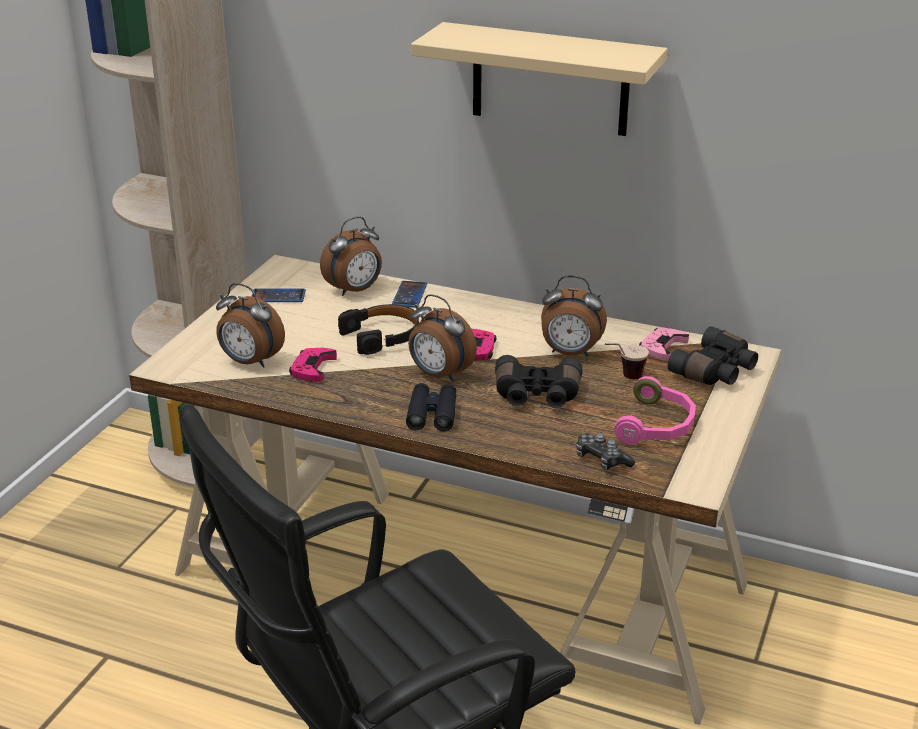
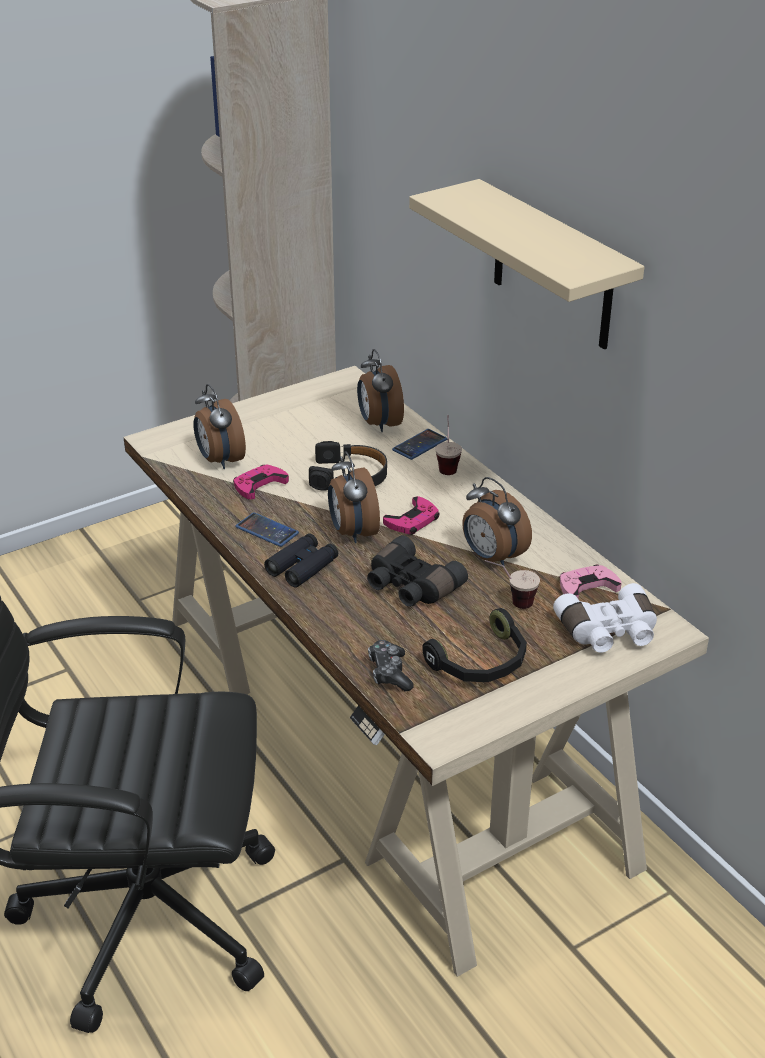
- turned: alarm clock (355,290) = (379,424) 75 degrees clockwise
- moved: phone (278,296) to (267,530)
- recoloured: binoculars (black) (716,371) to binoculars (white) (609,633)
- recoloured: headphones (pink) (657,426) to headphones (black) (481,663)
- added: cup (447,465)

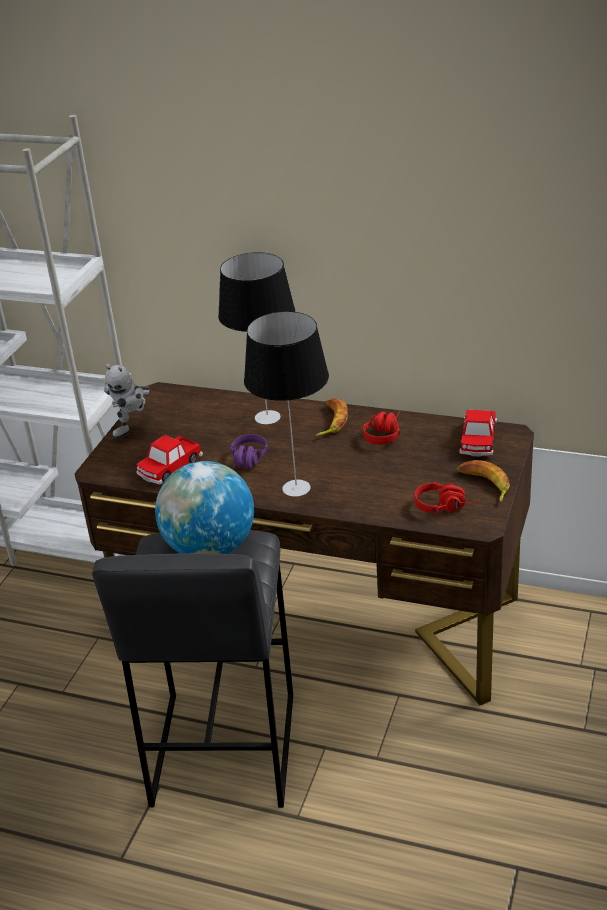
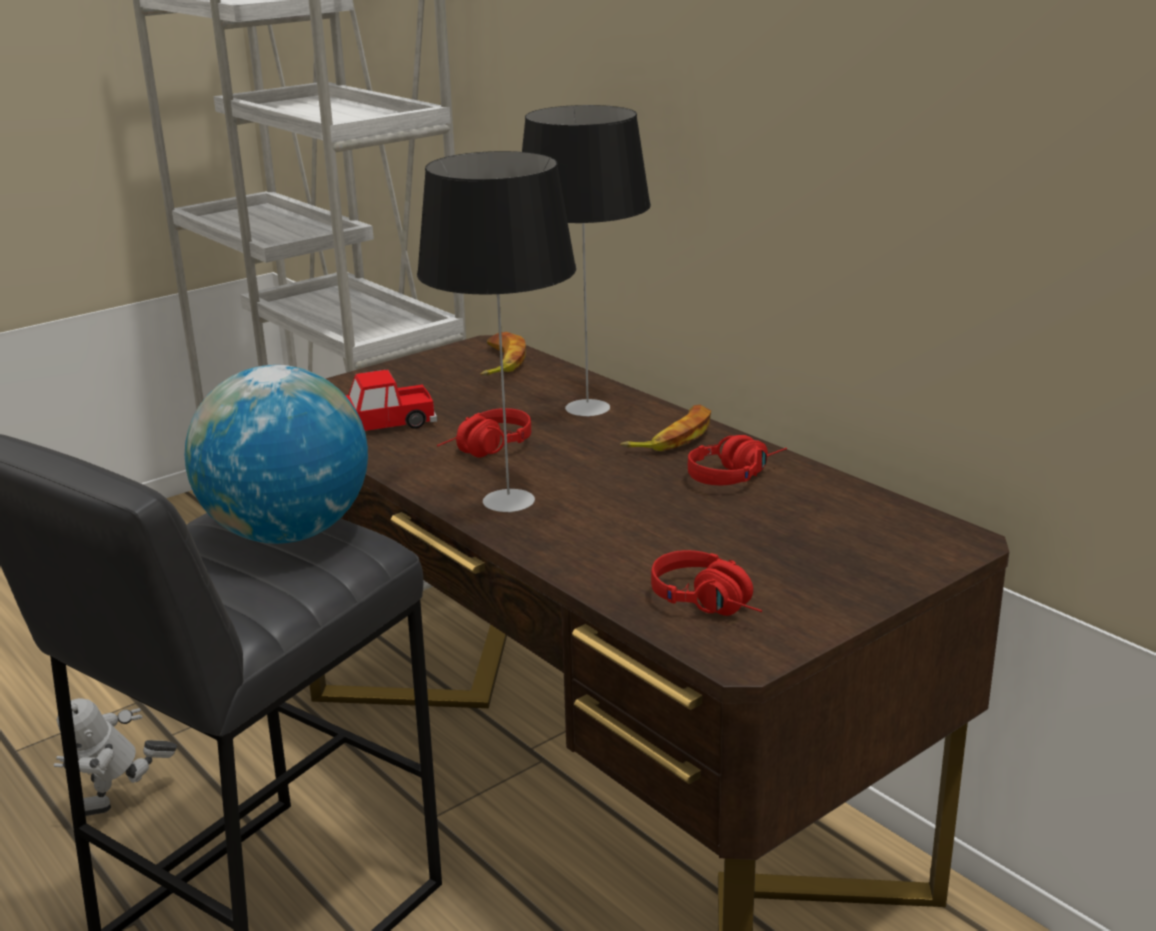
- moved: toy robot (134,428) to (122,807)
- removed: toy car (478,440)
- recoloured: headphones (purple) (247,462) to headphones (red) (486,449)
- moved: banana (484,484) to (499,362)

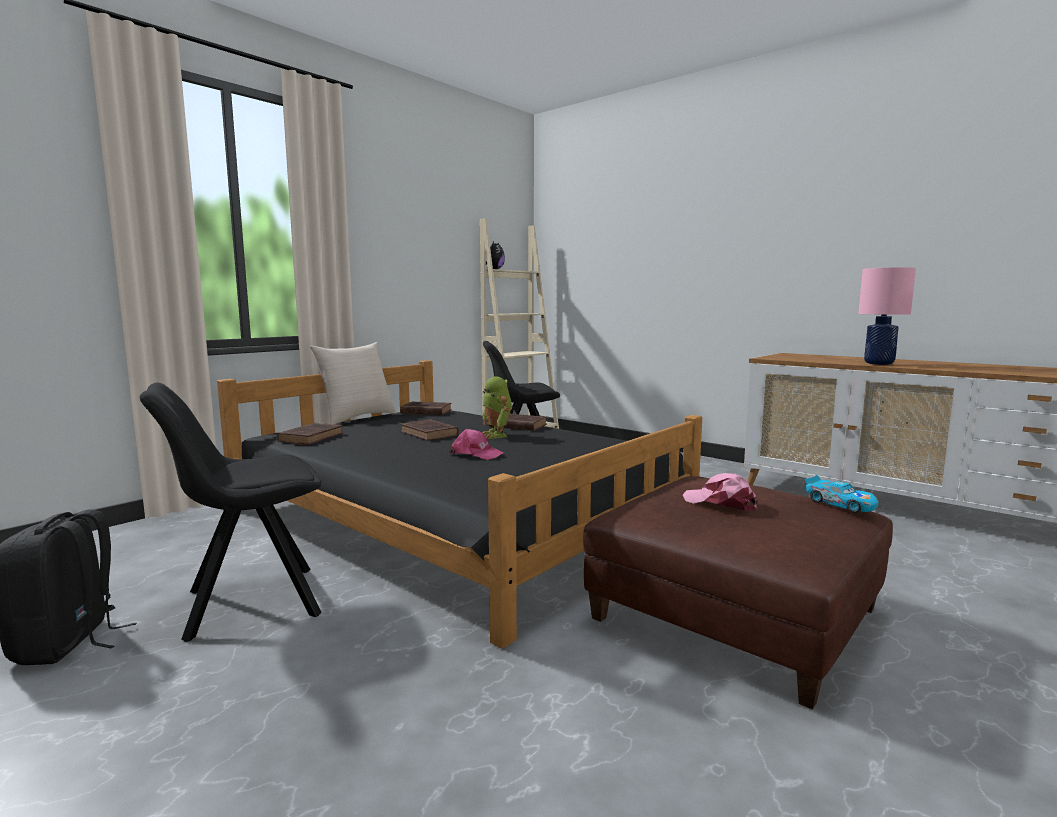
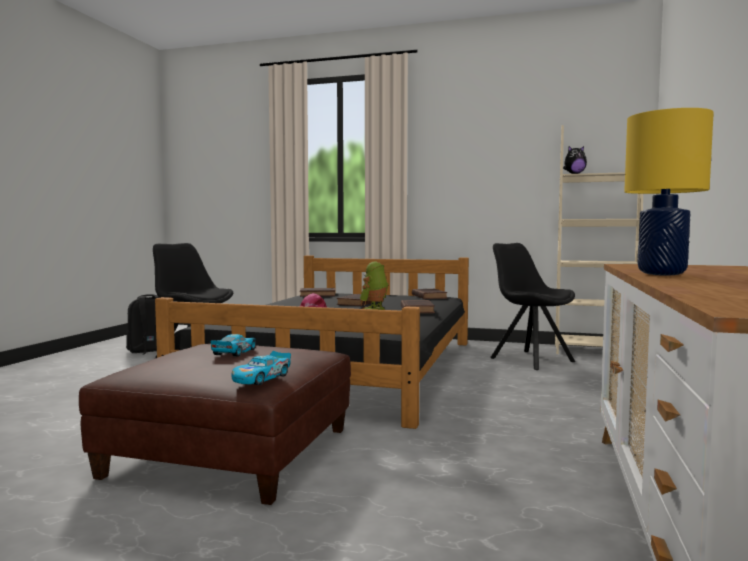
- recoloured: table lamp (pink) (879,364) to table lamp (yellow) (661,275)
- removed: pillow (beige) (357,417)
- replaced: cap (pink) (720,503) to toy car (234,352)

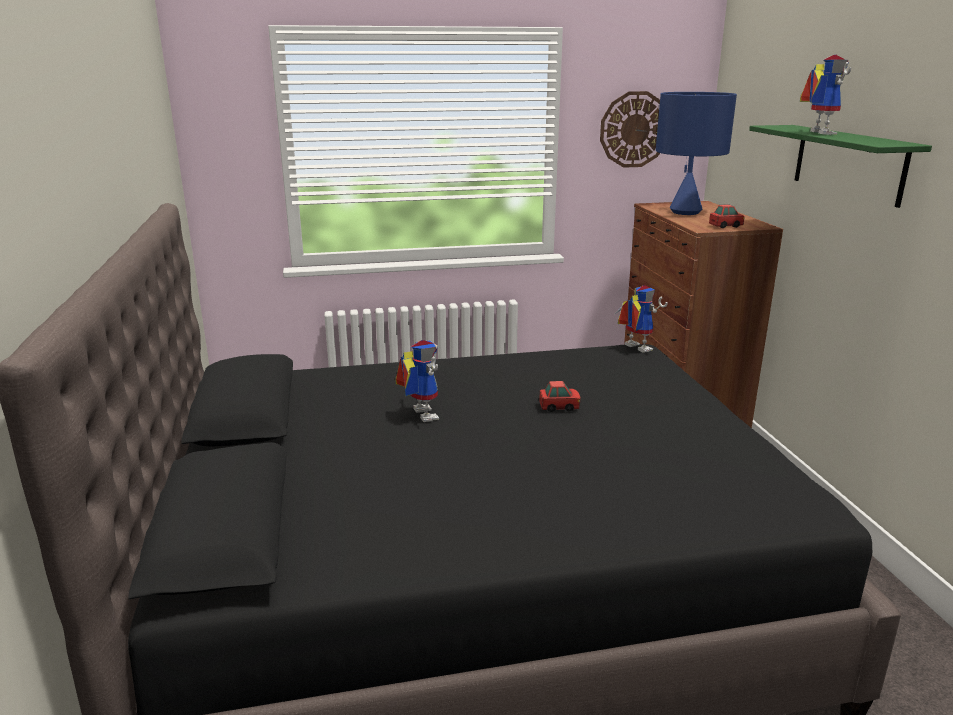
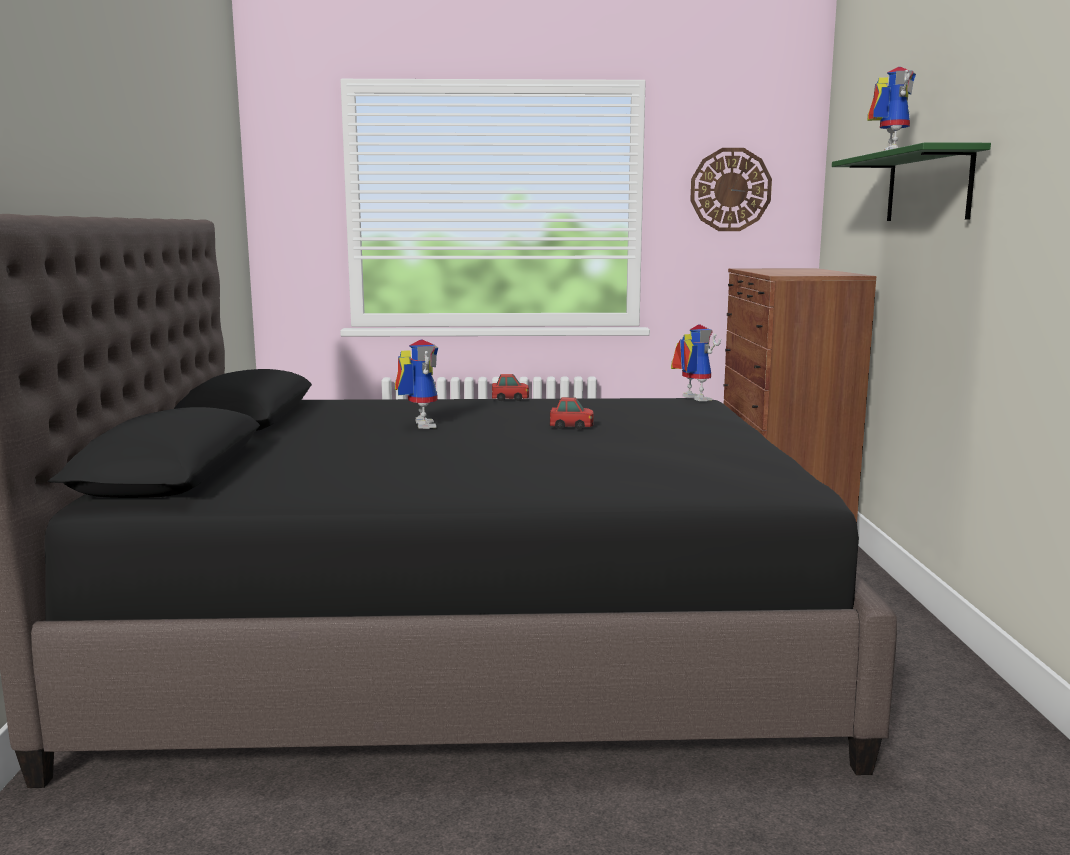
- removed: table lamp (blue) (685,212)
- moved: toy car (726,226) to (510,399)

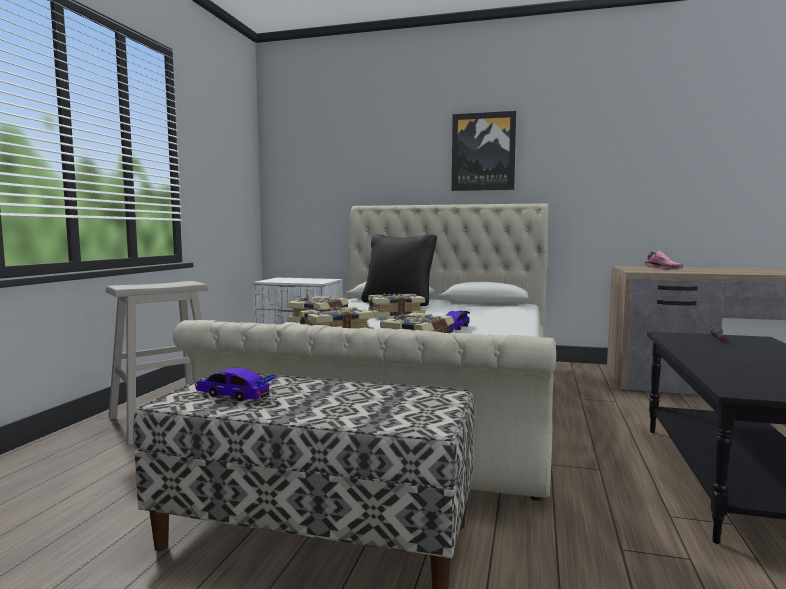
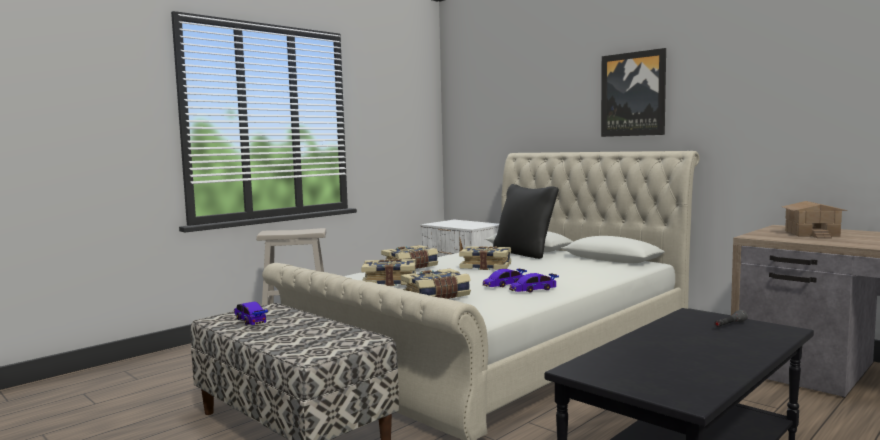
- replaced: shoe (pink) (663,268) to toy house (813,233)
- added: toy car (533,289)

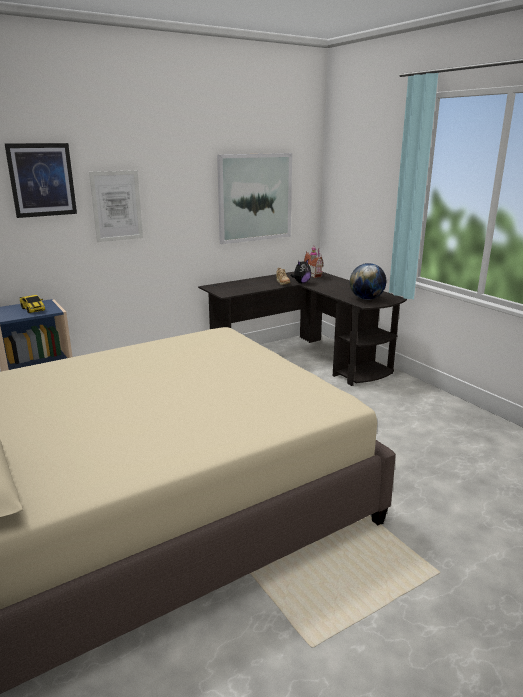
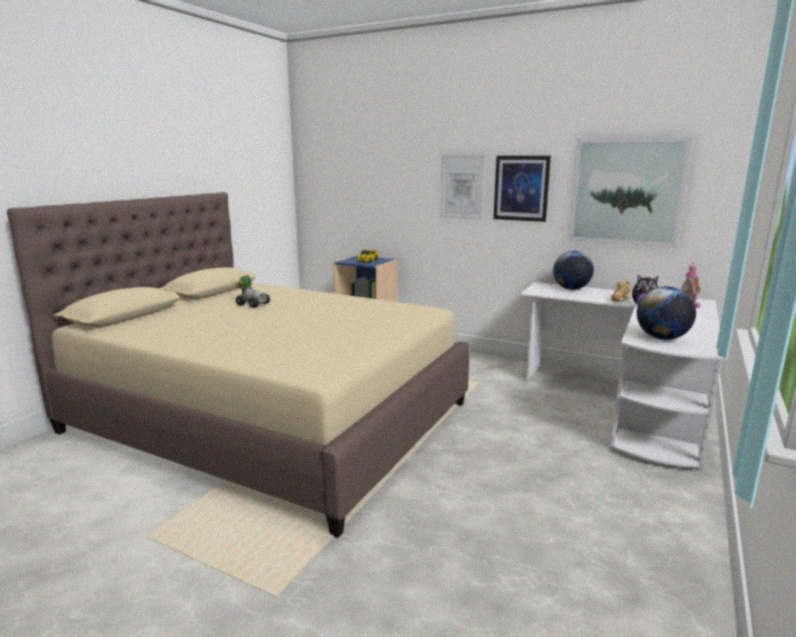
- moved: picture (42,180) to (521,188)
- recoloured: desk (black) (303,358) to desk (white) (625,404)
- added: globe (571,289)
- added: toy car (252,304)

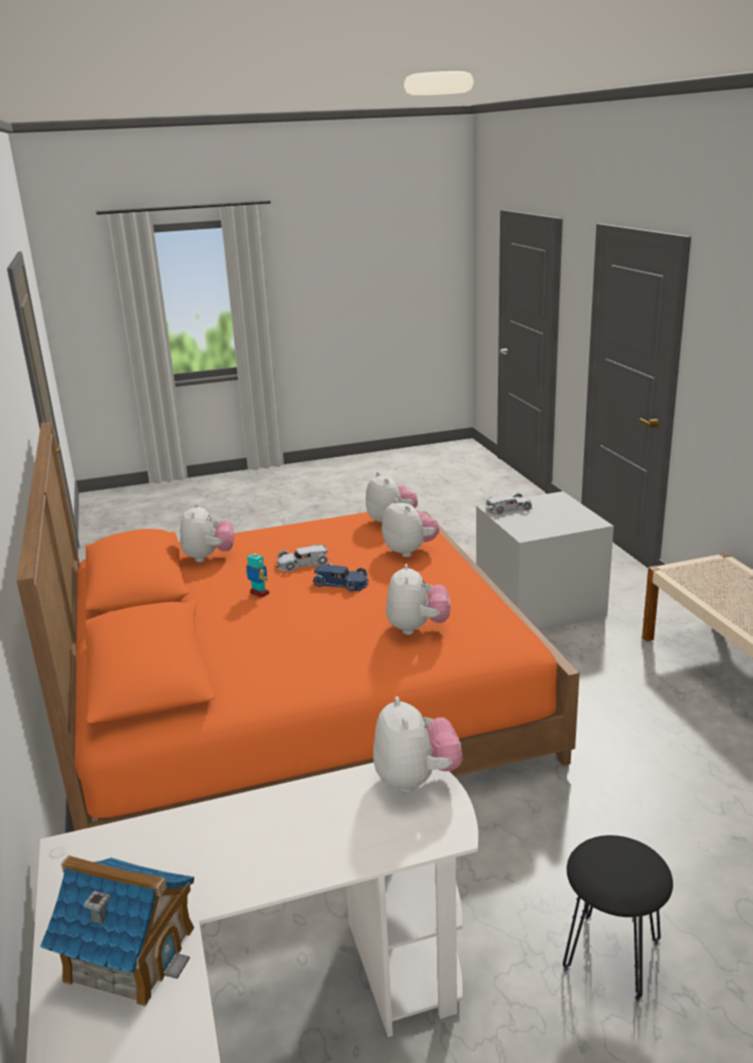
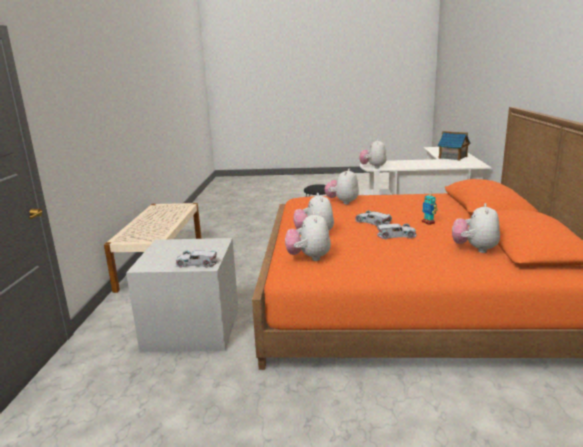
- recoloured: toy car (blue) (341,583) to toy car (white) (373,222)

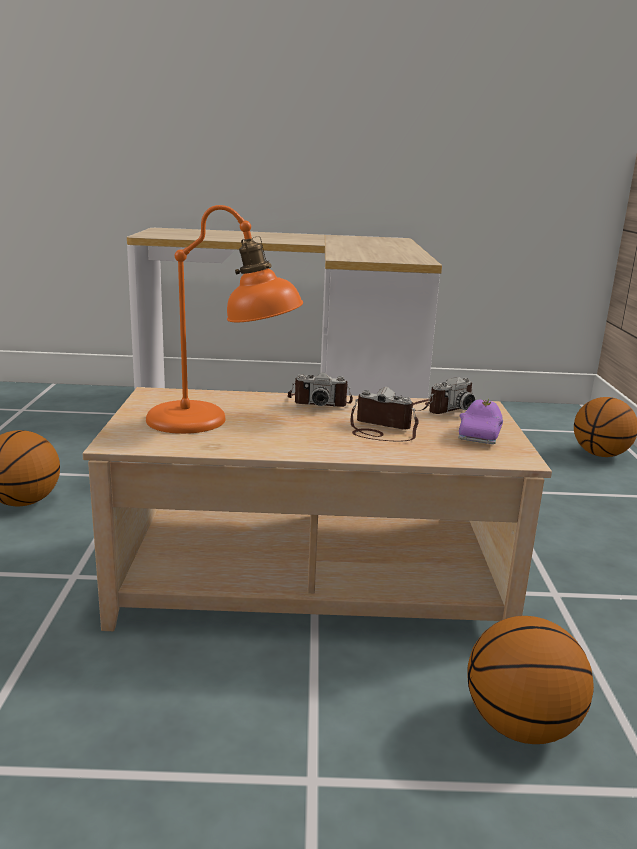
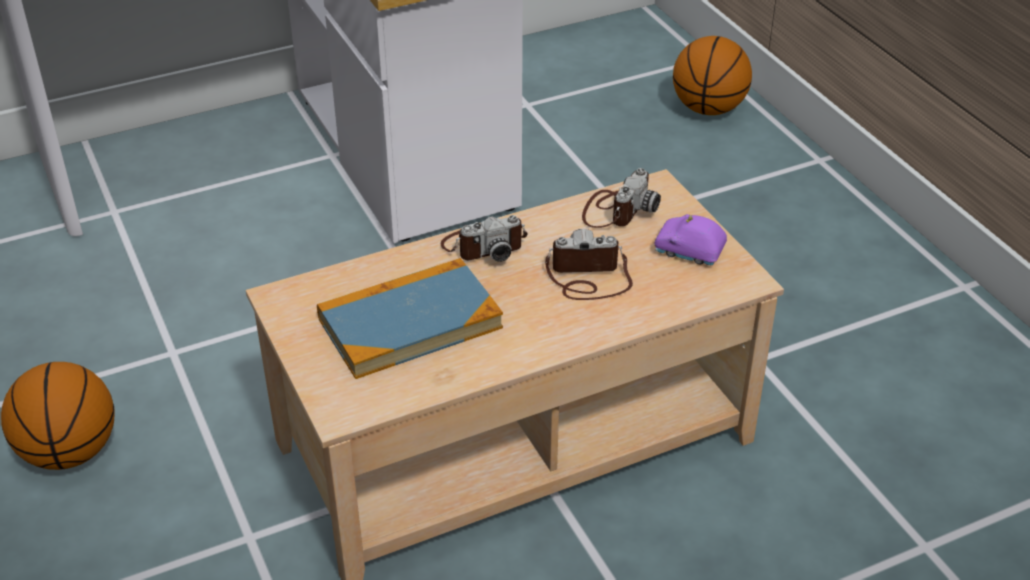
- replaced: table lamp (orange) (221,420) to book (410,323)
- turned: toy car (purple) (480,436) = (689,252) 120 degrees clockwise
- removed: basketball (521,726)

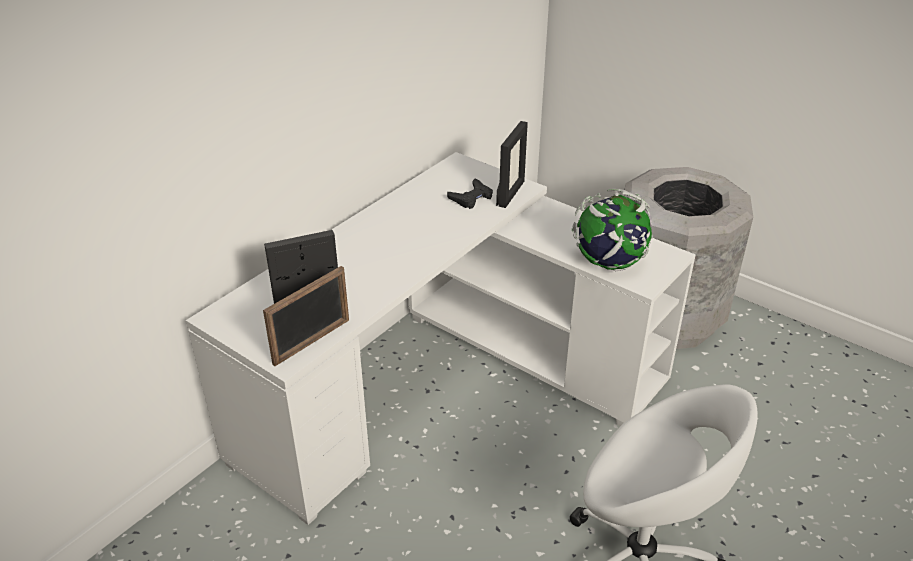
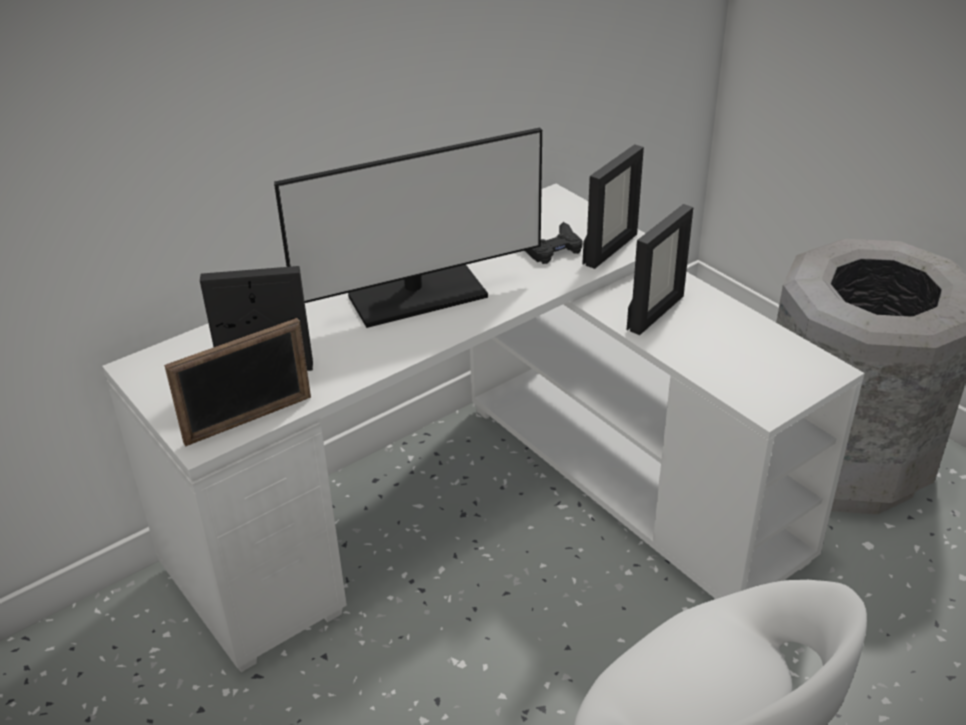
- removed: globe (608,263)
- added: monitor (418,297)
- added: picture frame (655,312)

